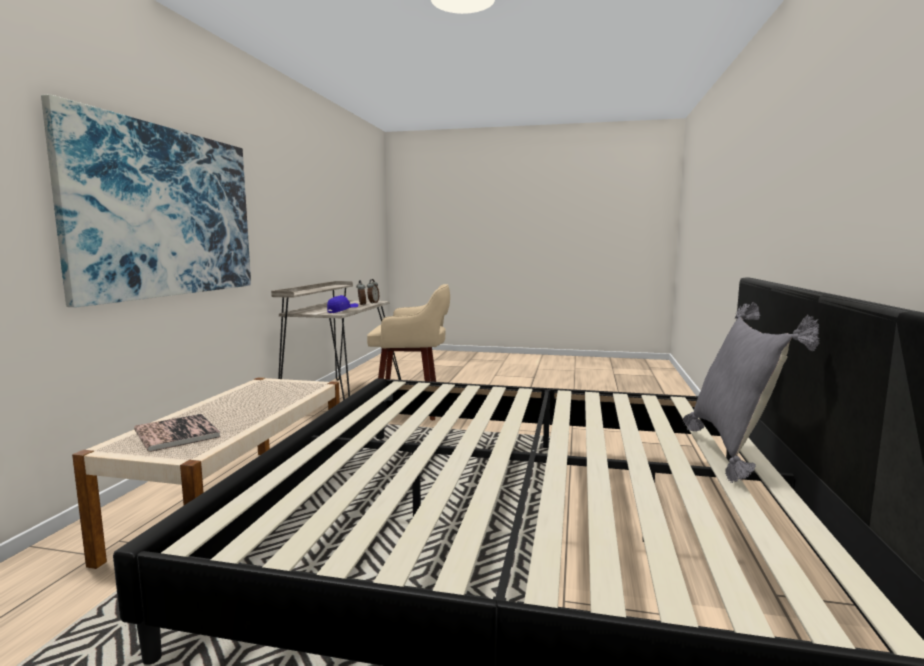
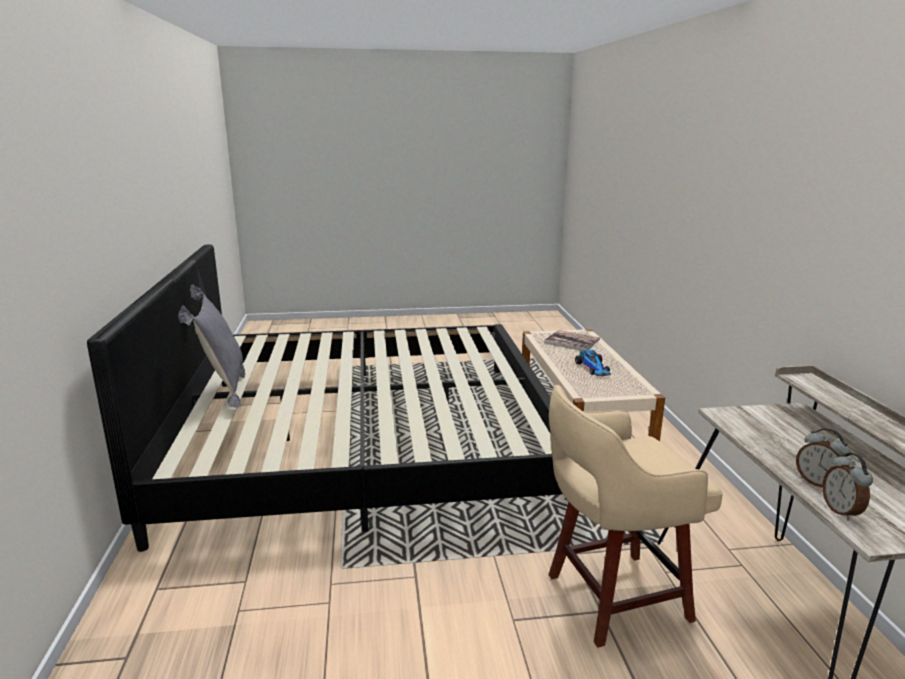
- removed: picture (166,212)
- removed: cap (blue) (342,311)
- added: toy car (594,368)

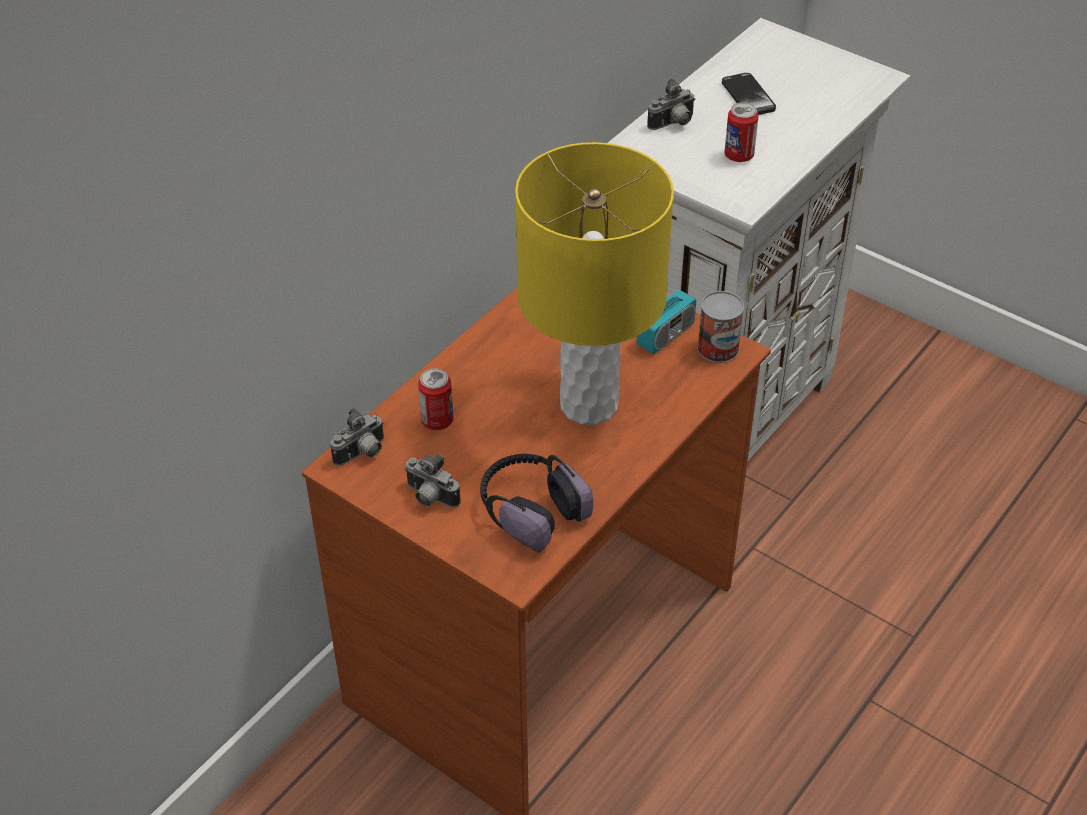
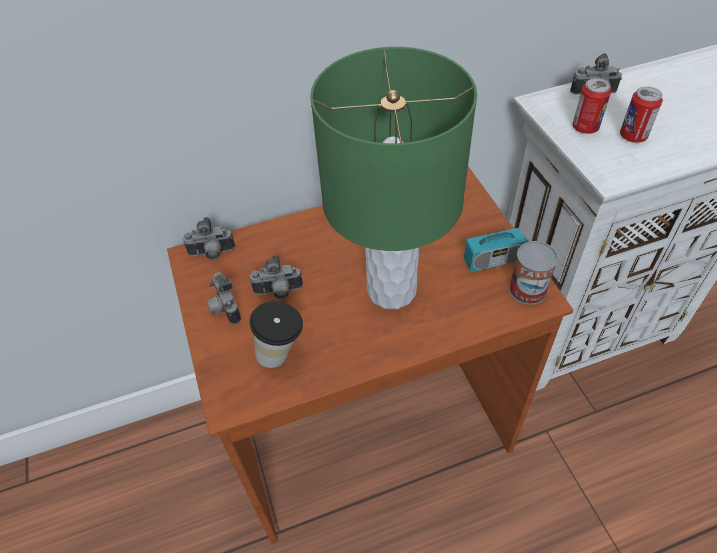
- removed: phone (748,96)
- recoloured: table lamp (yellow) (589,405) to table lamp (green) (392,290)
- moved: can (437,421) to (585,128)
- replaced: headphones (531,510) to cup (282,354)
- added: photo camera (278,292)

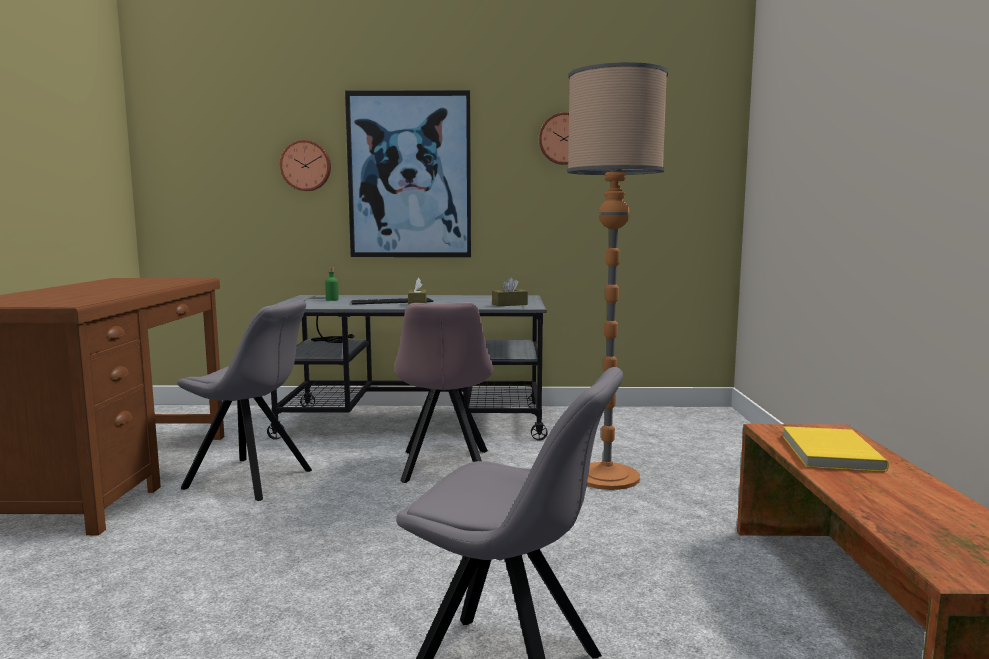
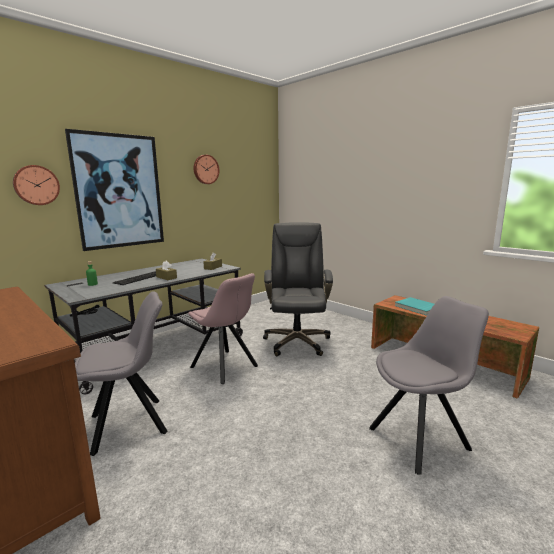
- replaced: floor lamp (607,477) to office chair (black) (297,343)
- recoloured: book (yellow) (828,452) to book (turquoise) (417,308)

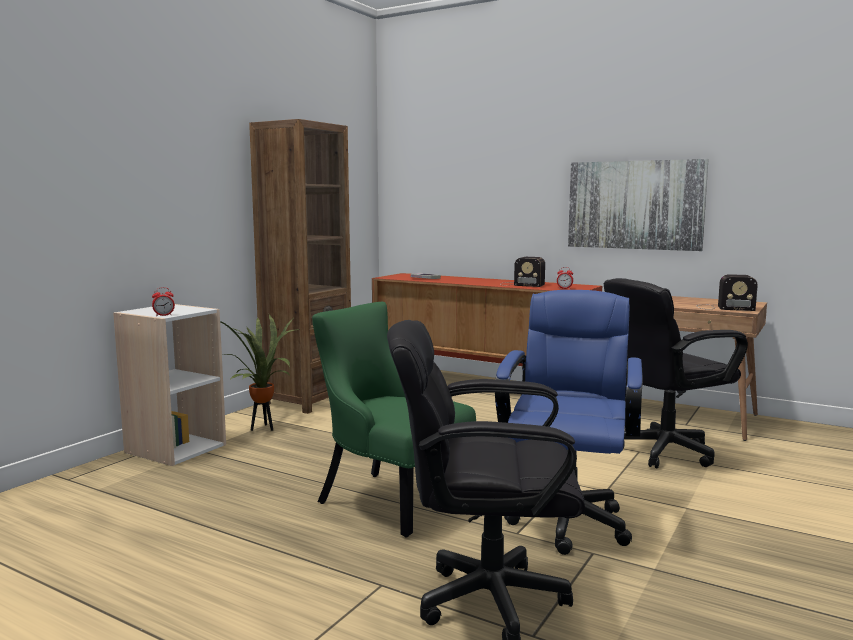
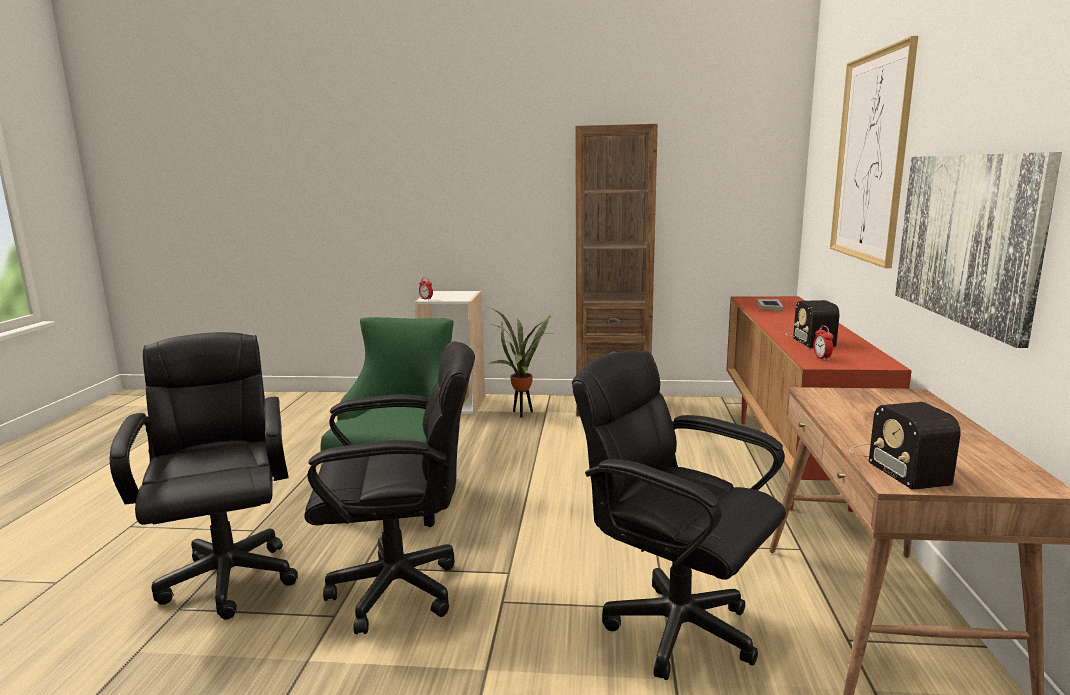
- recoloured: office chair (blue) (567,521) to office chair (black) (403,589)
- added: picture (870,158)

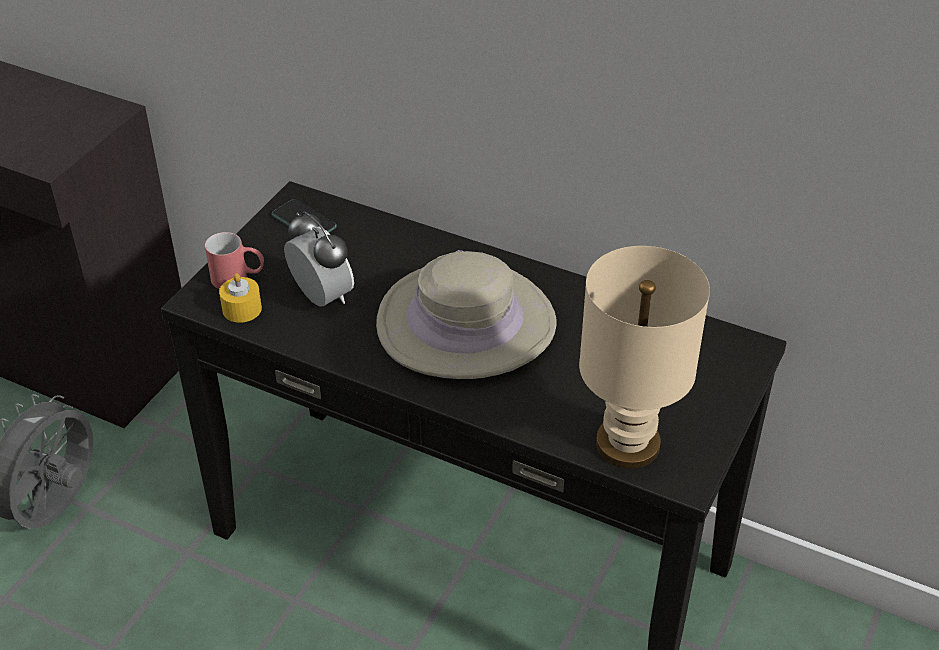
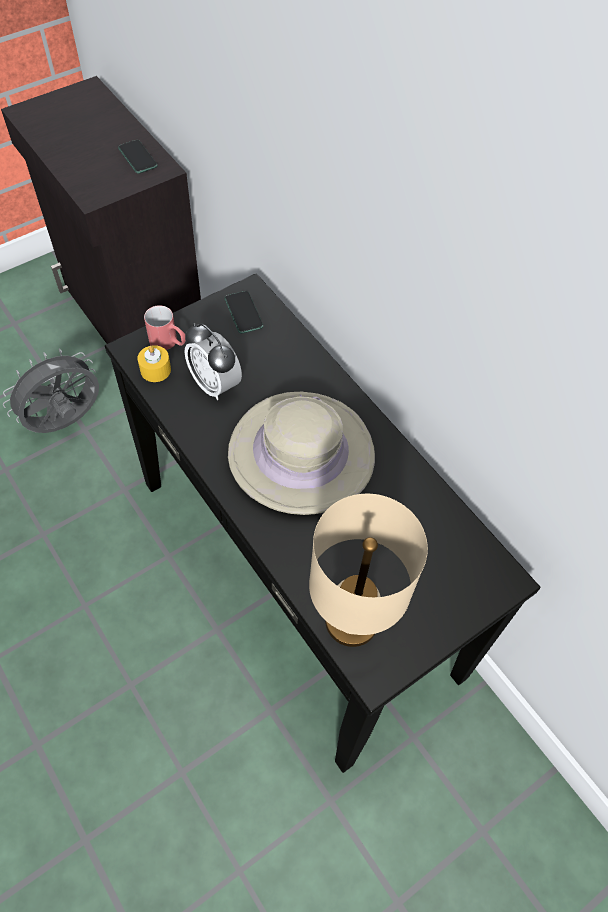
- turned: alarm clock (322,297) = (215,384) 150 degrees clockwise
- added: phone (138,157)

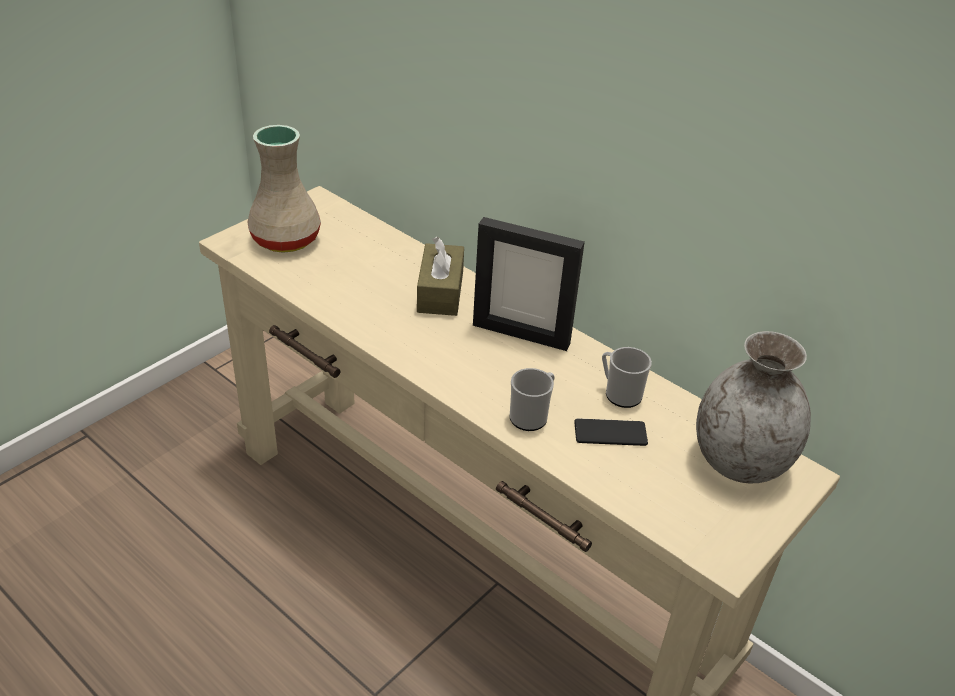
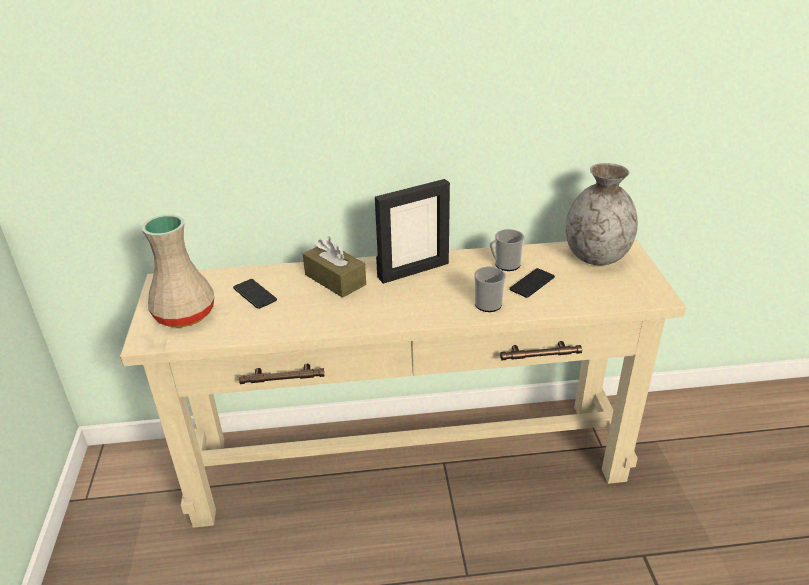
- added: phone (255,294)

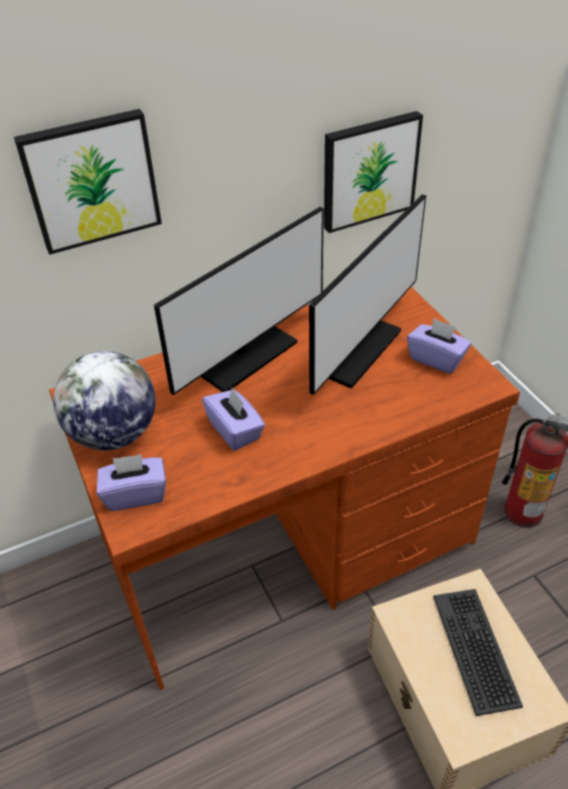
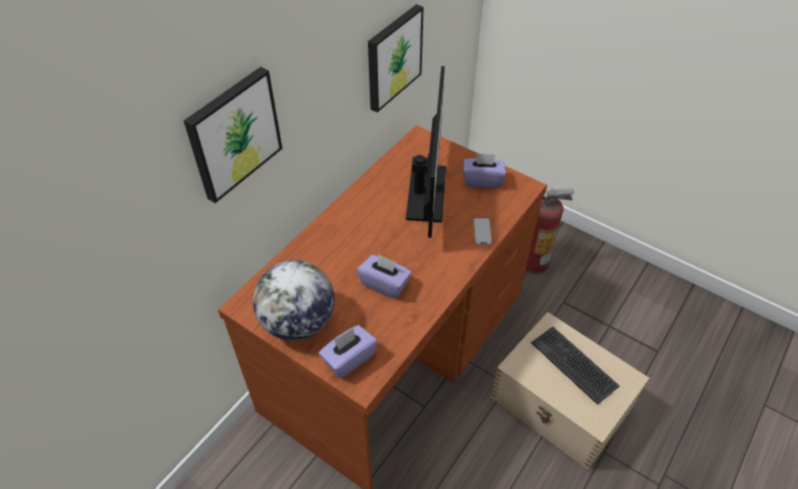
- removed: monitor (246,356)
- added: phone (482,231)

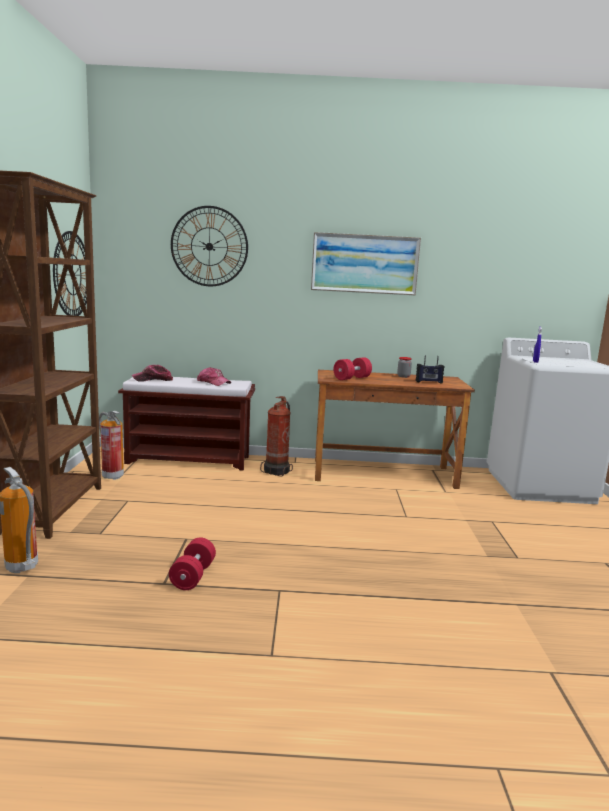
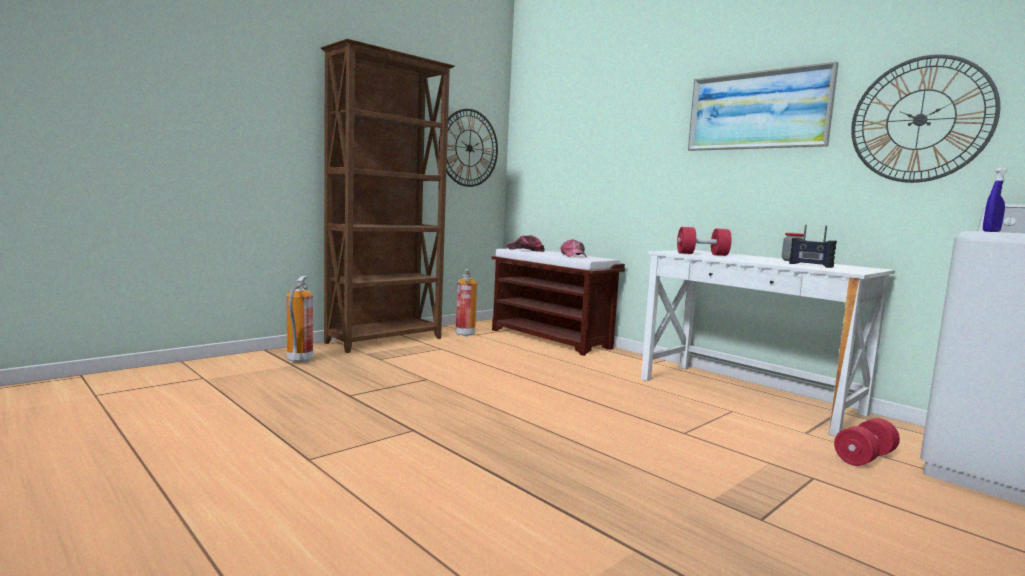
- moved: wall clock (209,246) to (920,119)
- recoloured: desk (brown) (383,473) to desk (white) (748,396)
- removed: fire extinguisher (278,471)
- moved: dumbbell (red) (193,576) to (864,457)

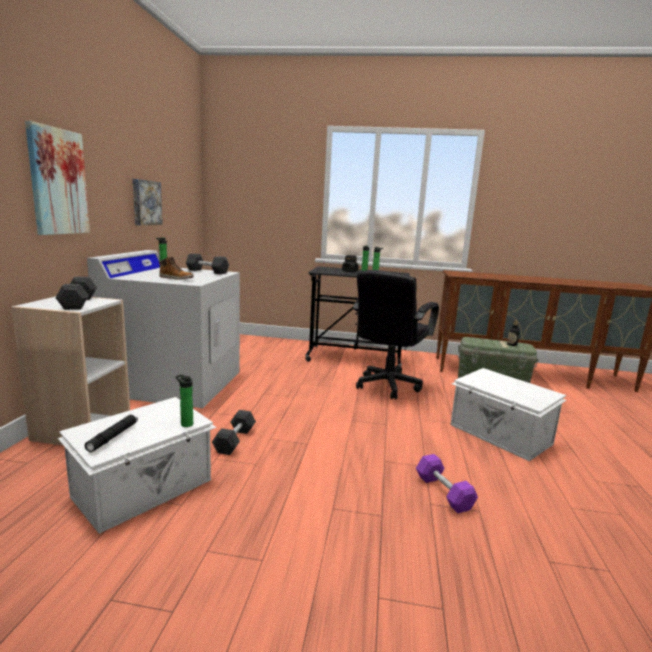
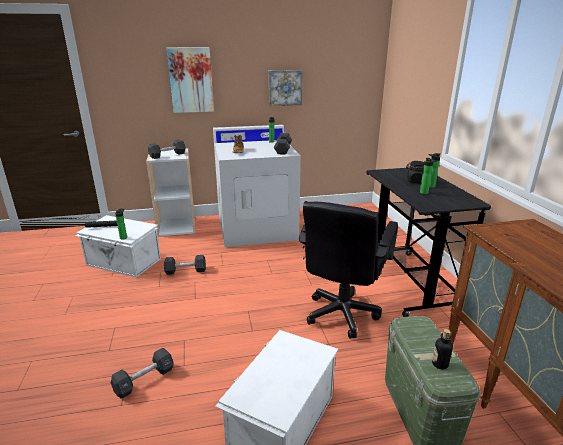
- turned: office chair (black) (386,388) = (341,318) 75 degrees counterclockwise
- recoloured: dumbbell (purple) (443,492) to dumbbell (black) (144,380)

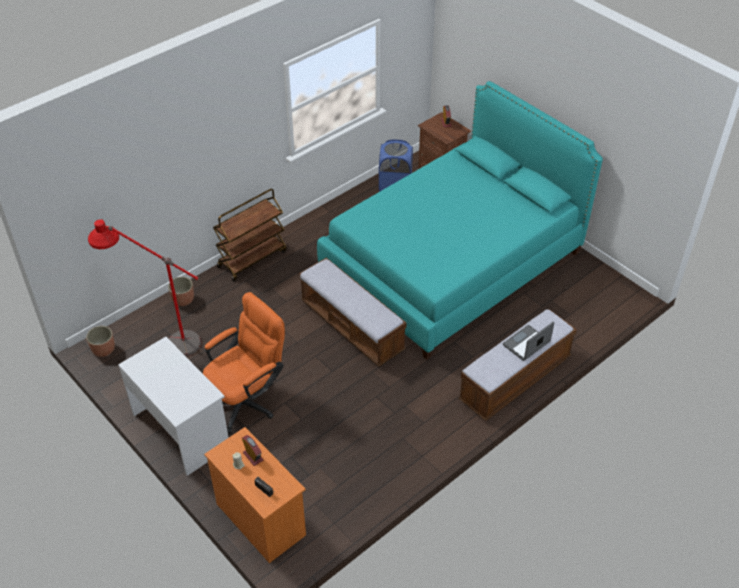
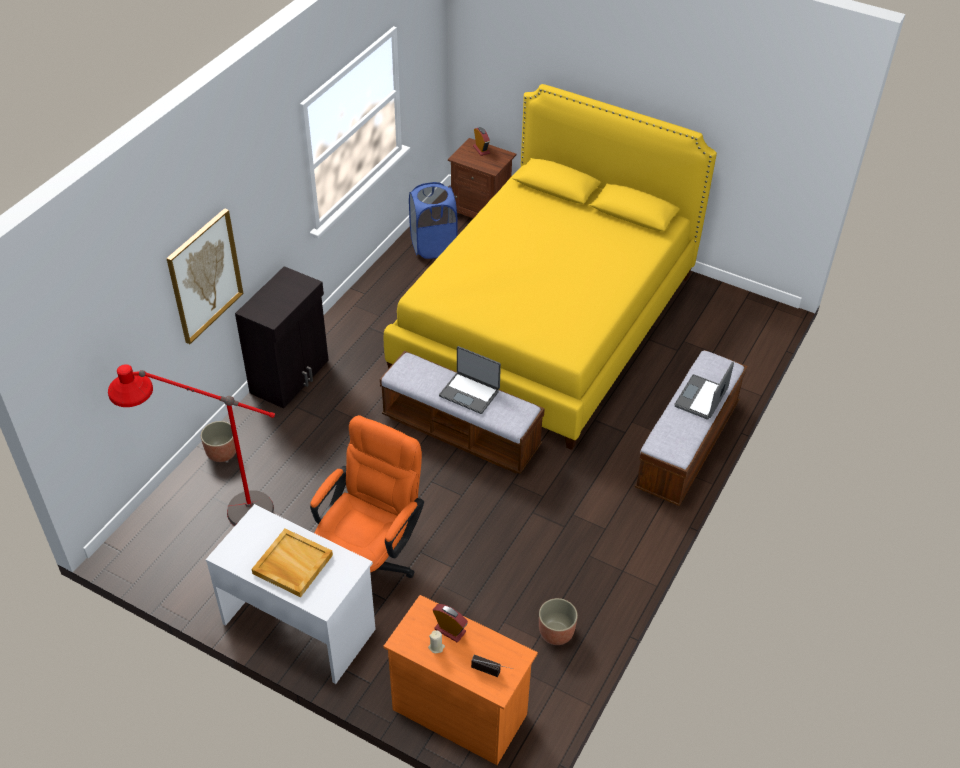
- recoloured: bed (turquoise) (452,262) to bed (yellow) (546,322)
- replaced: cart (brown) (252,258) to cabinet (black) (291,376)
- moved: planter (103,349) to (556,632)
- added: picture (204,276)
- added: laptop (470,393)
- added: tray (beige) (292,564)

